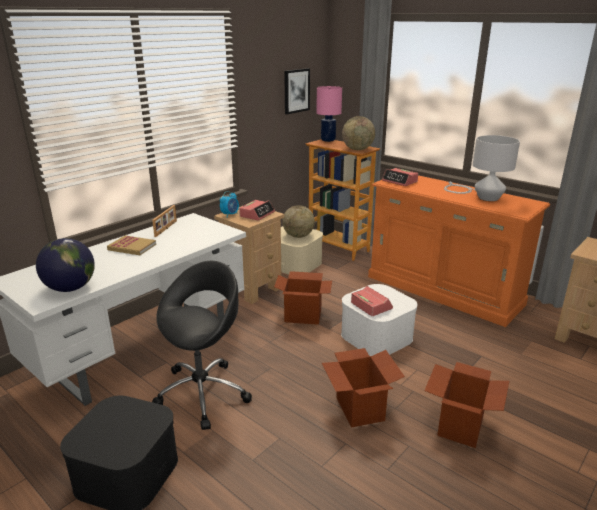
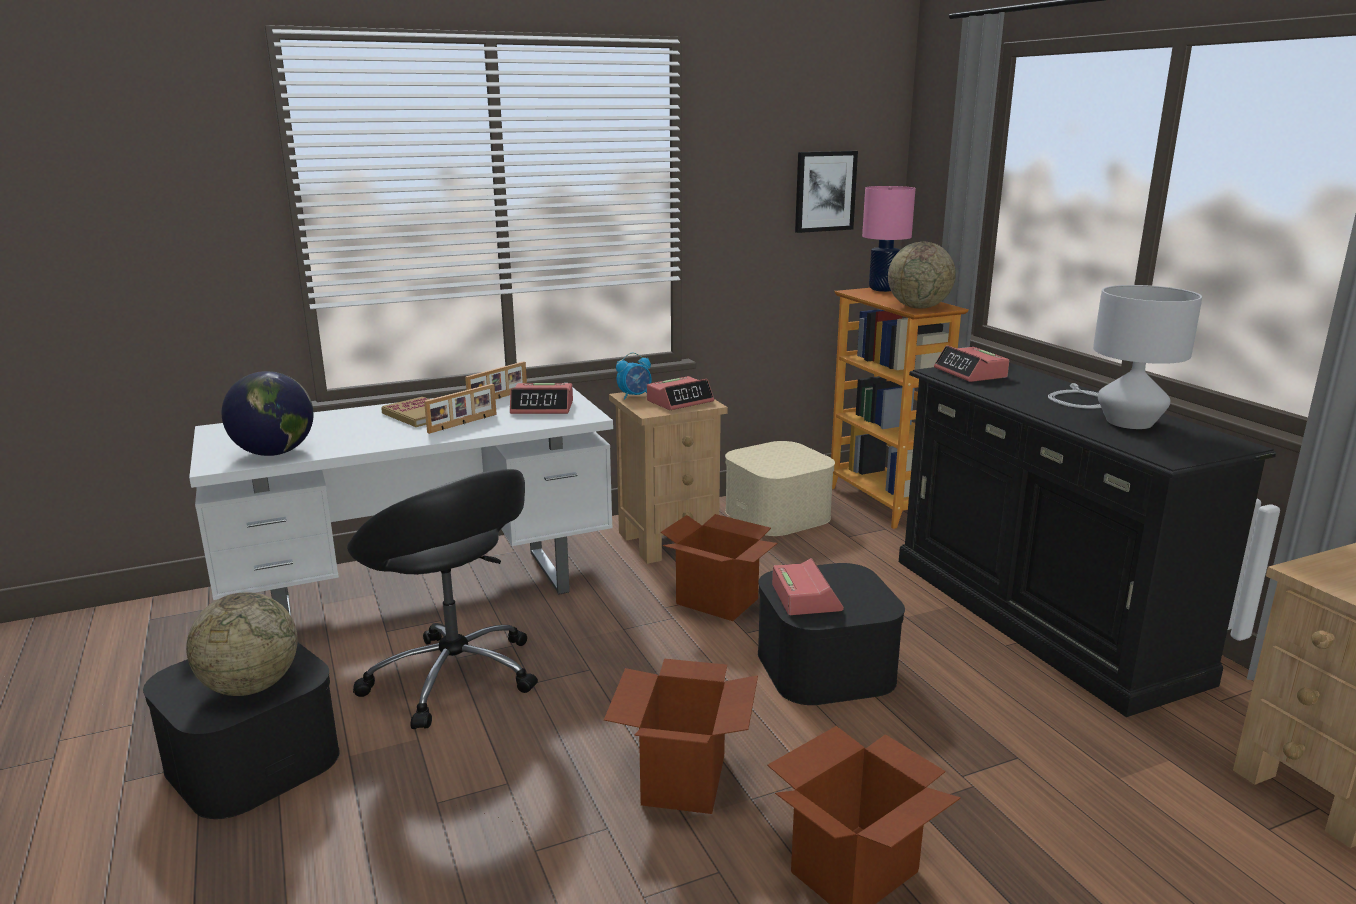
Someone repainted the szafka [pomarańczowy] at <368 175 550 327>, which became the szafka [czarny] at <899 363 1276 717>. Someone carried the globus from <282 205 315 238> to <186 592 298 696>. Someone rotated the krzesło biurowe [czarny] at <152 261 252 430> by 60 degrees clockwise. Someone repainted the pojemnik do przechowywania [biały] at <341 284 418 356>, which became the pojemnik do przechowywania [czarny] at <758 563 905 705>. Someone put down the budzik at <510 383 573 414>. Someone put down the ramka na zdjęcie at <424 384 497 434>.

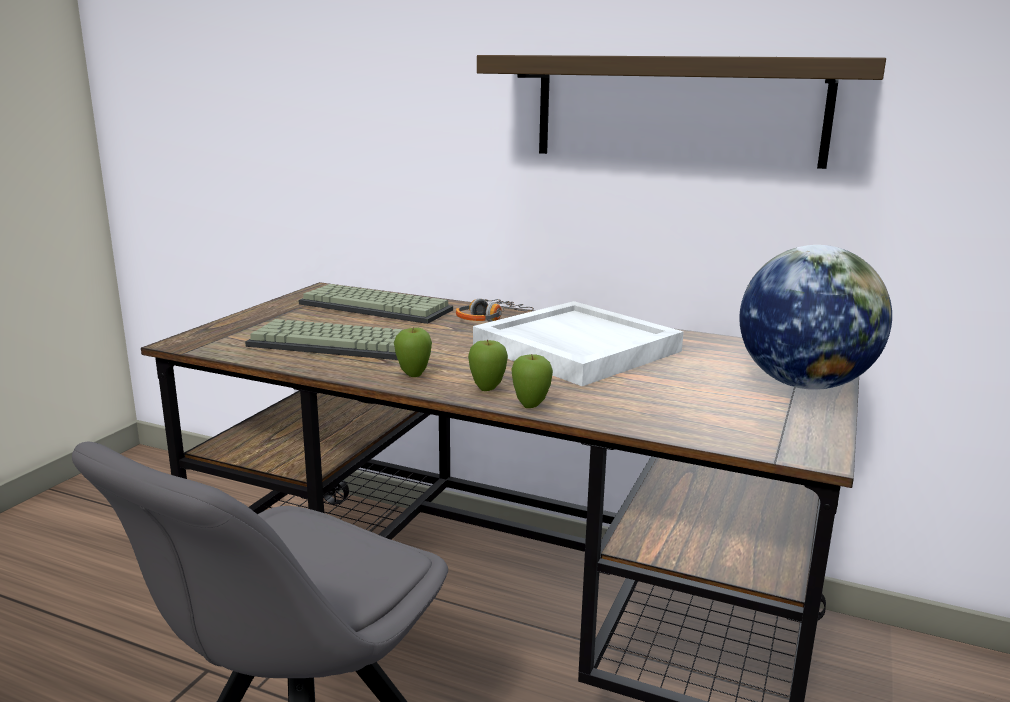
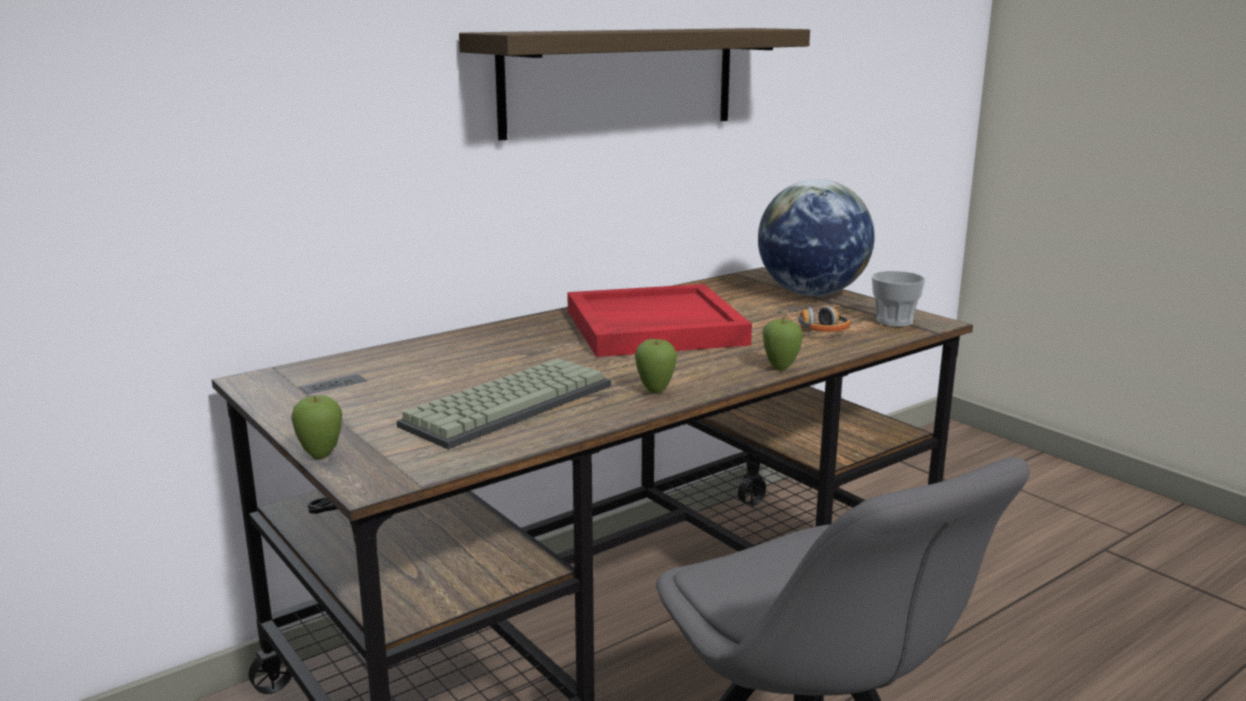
Someone took away the klawiatura at <299 284 453 324>. Someone carried the słuchawki from <456 299 534 322> to <773 303 851 332>. Someone repainted the taca [biały] at <473 301 684 386>, which became the taca [czerwony] at <567 284 752 357>. Someone carried the jabłko from <468 340 508 391> to <291 395 342 460>. Someone put down the filiżanka at <872 271 926 327>.

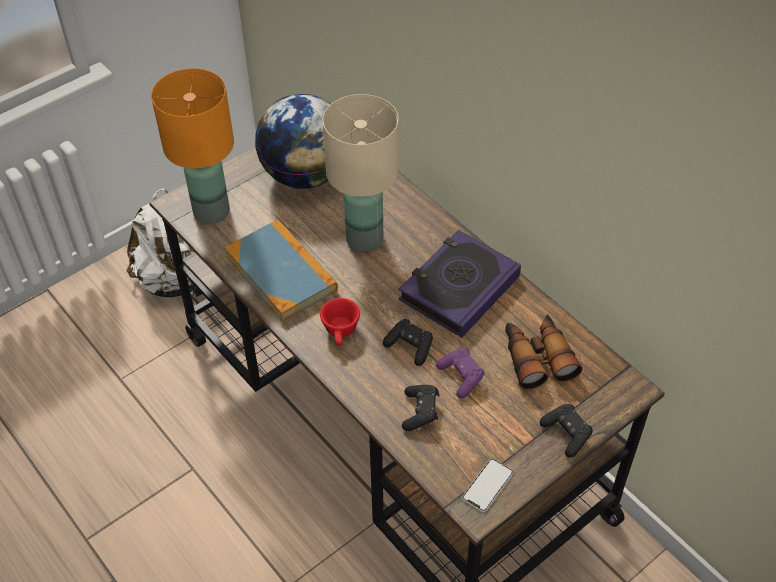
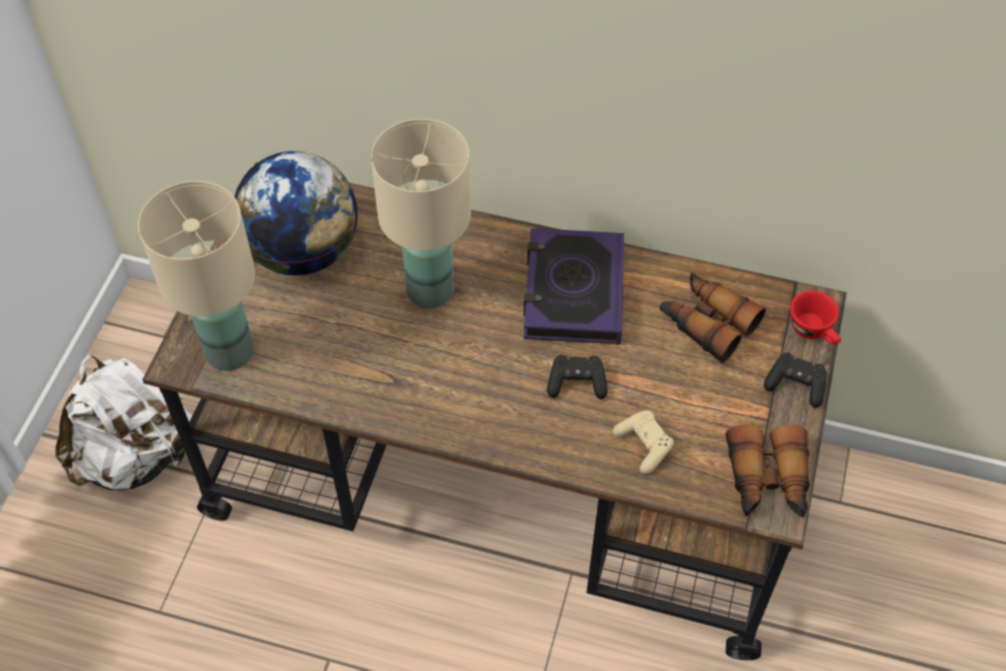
Someone repainted the lampa stołowa [pomarańczowy] at <151 68 234 224>, which became the lampa stołowa [beżowy] at <138 181 255 371>. Someone took away the książka at <225 220 338 322>. Someone carried the filiżanka [czerwony] from <320 298 360 345> to <790 290 841 344>. Someone took away the pad do gier [fioletowy] at <436 348 484 398>. Someone repainted the pad do gier [czarny] at <402 385 439 431>, which became the pad do gier [beżowy] at <613 411 674 474>. Someone swapped the telefon at <462 459 513 512> for the lornetka at <726 424 810 517>.

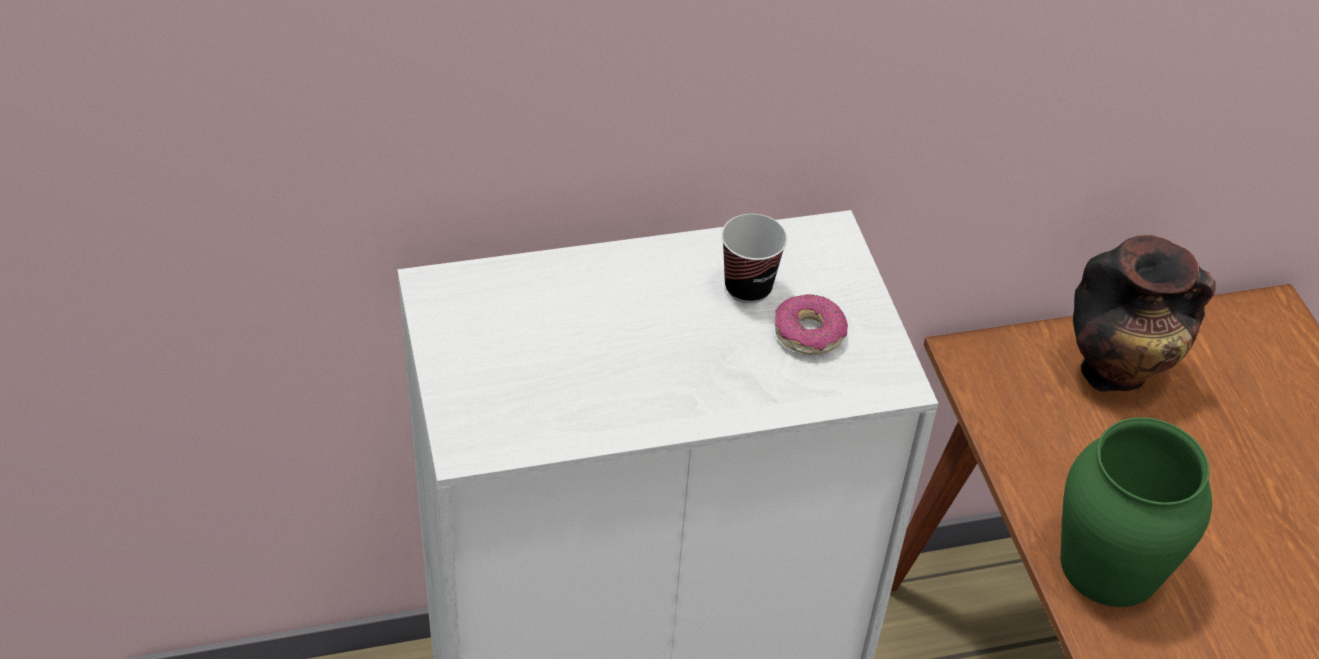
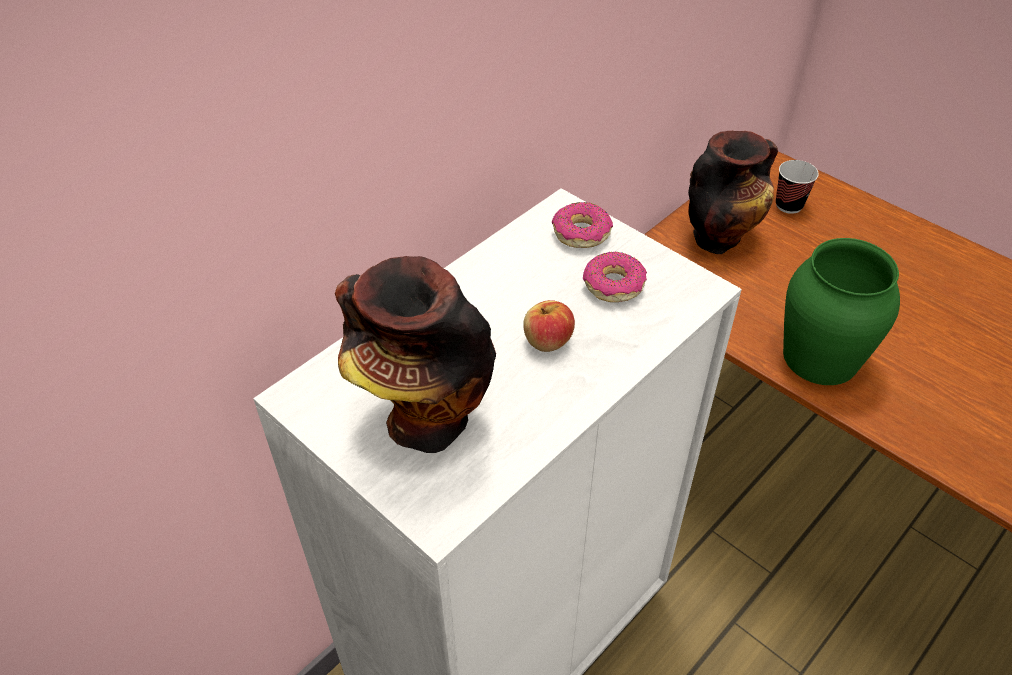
Someone carried the filiżanka from <721 214 787 304> to <776 160 819 214>. Someone put down the donut at <552 202 613 248>. Someone put down the wazon at <335 256 496 453>. Someone put down the jabłko at <523 300 575 352>.

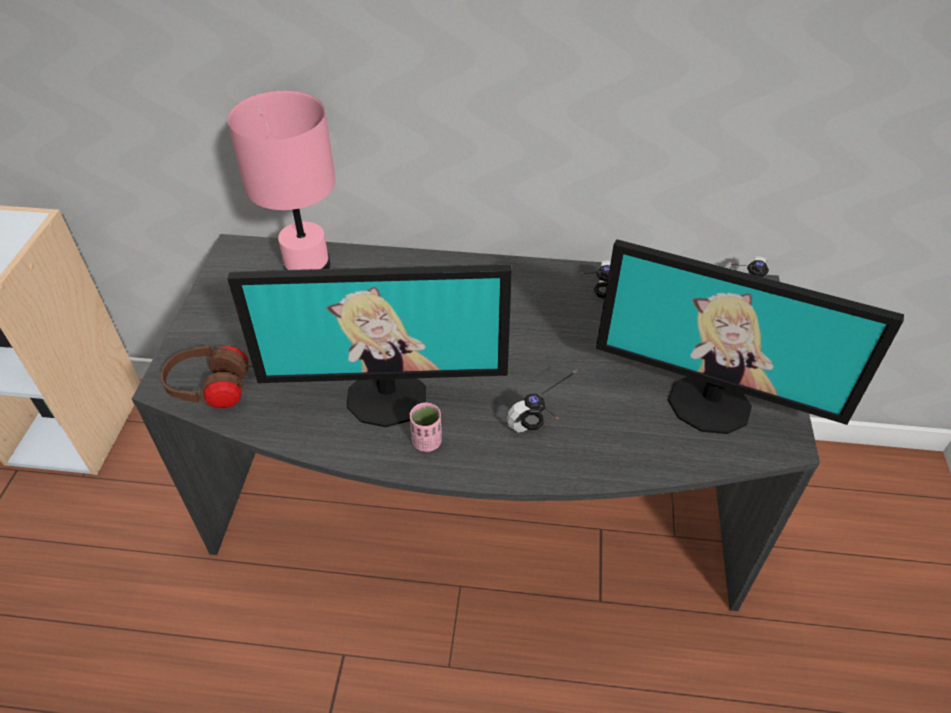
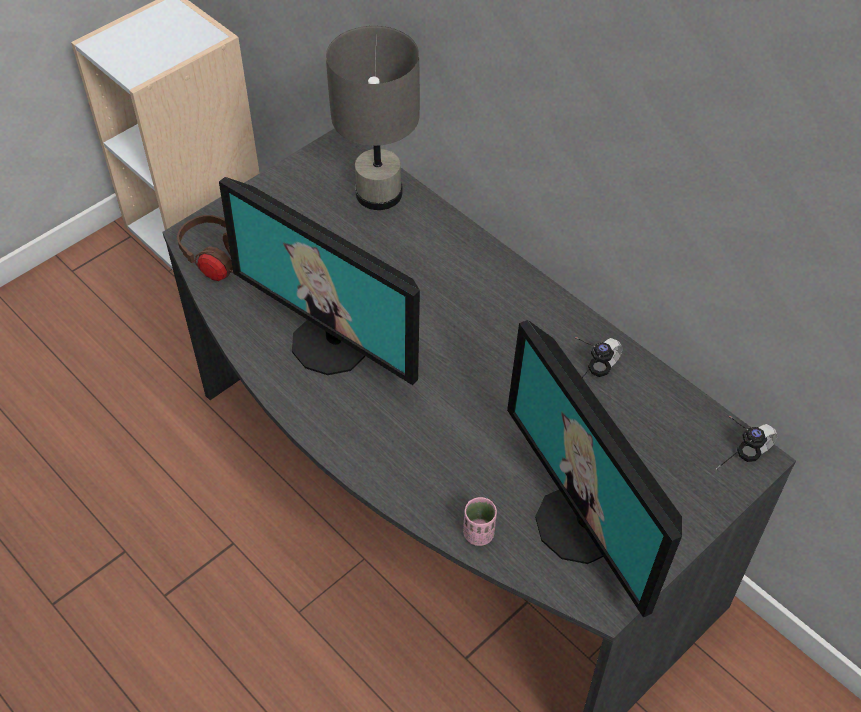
Someone repainted the lampa stołowa [różowy] at <228 91 335 270>, which became the lampa stołowa [szary] at <326 26 420 210>. Someone took away the słuchawki at <507 369 578 433>. Someone carried the filiżanka [różowy] from <409 403 442 452> to <463 497 497 546>.

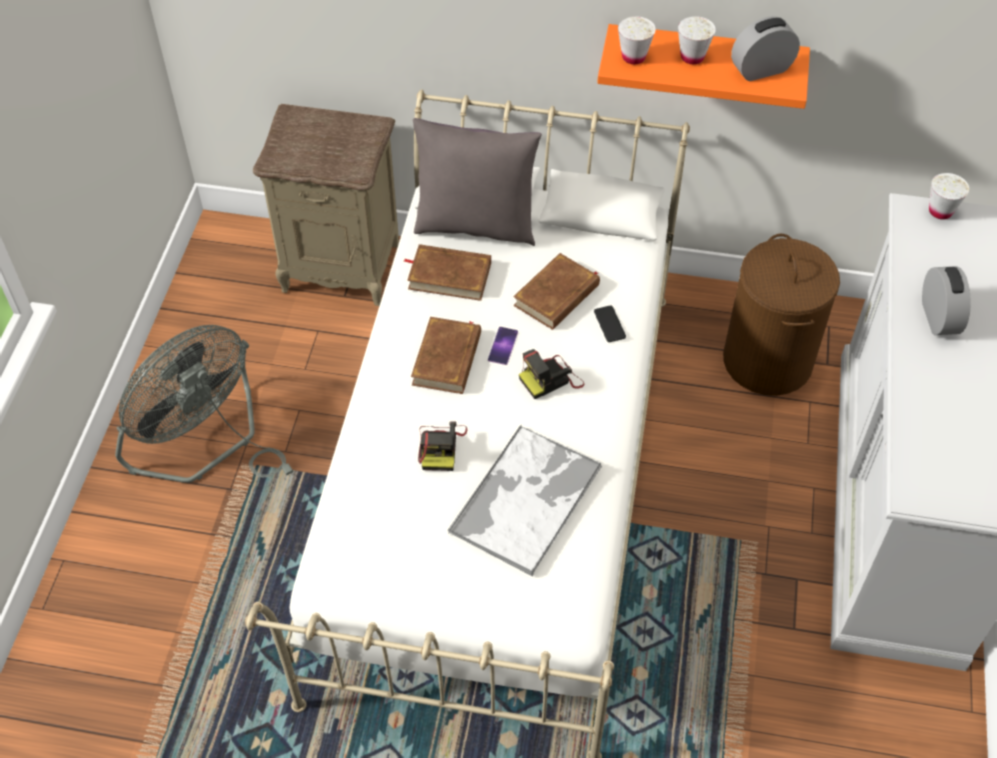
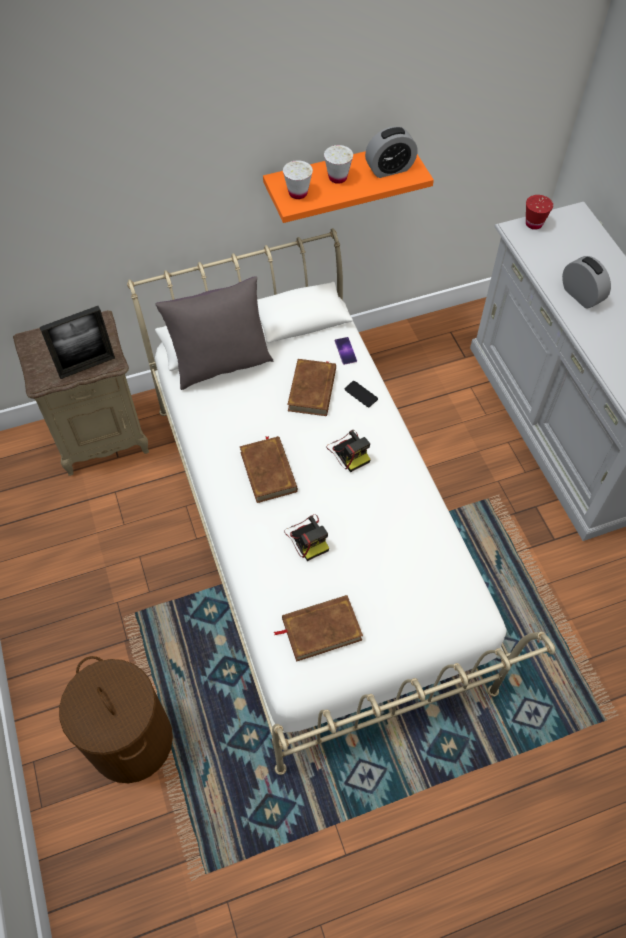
Someone rotated the budzik at <731 16 800 81> by 150 degrees counterclockwise. Someone repainted the filiżanka [biały] at <929 173 969 220>, which became the filiżanka [czerwony] at <526 195 553 230>. Someone carried the kosz na pranie [brązowy] from <723 234 840 396> to <59 656 173 783>. Someone carried the książka [brązowy] from <404 244 491 301> to <274 595 363 662>. Someone took away the wentylator [szary] at <115 325 293 483>. Someone carried the telefon from <488 327 518 365> to <335 337 357 365>. Someone rotated the aparat fotograficzny at <519 349 585 399> by 60 degrees counterclockwise. Someone took away the taca at <447 425 602 577>. Someone put down the ramka na zdjęcie at <40 306 115 379>.

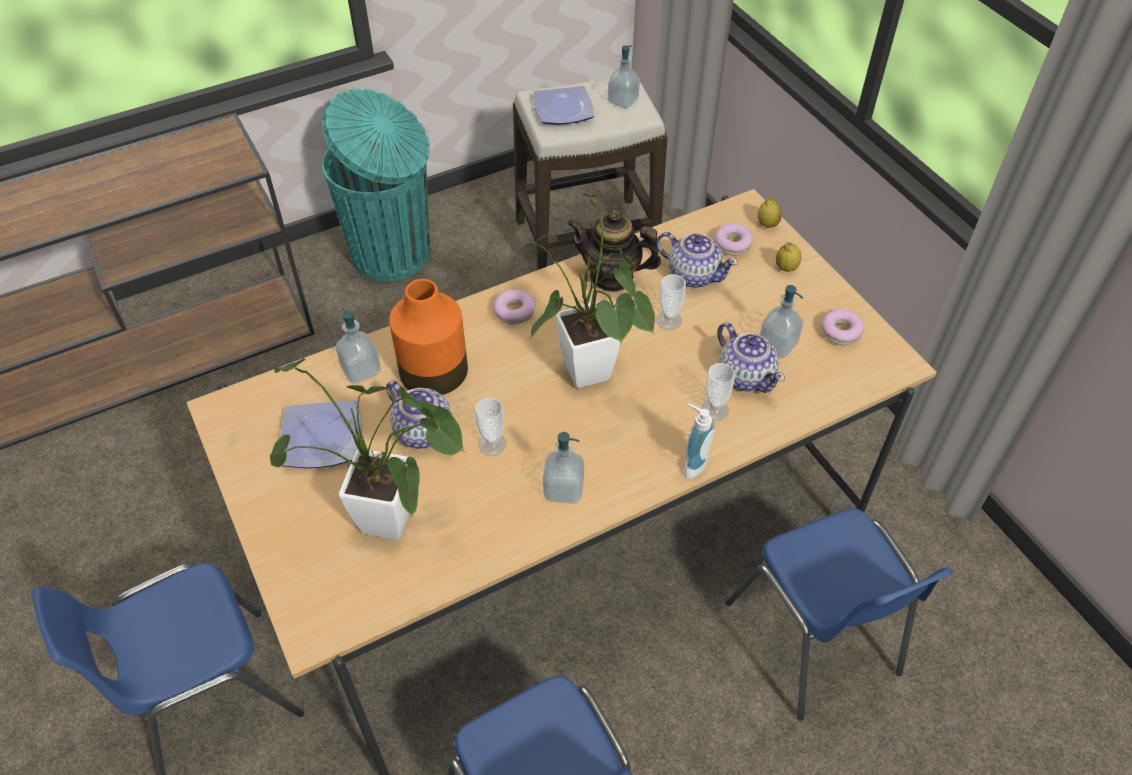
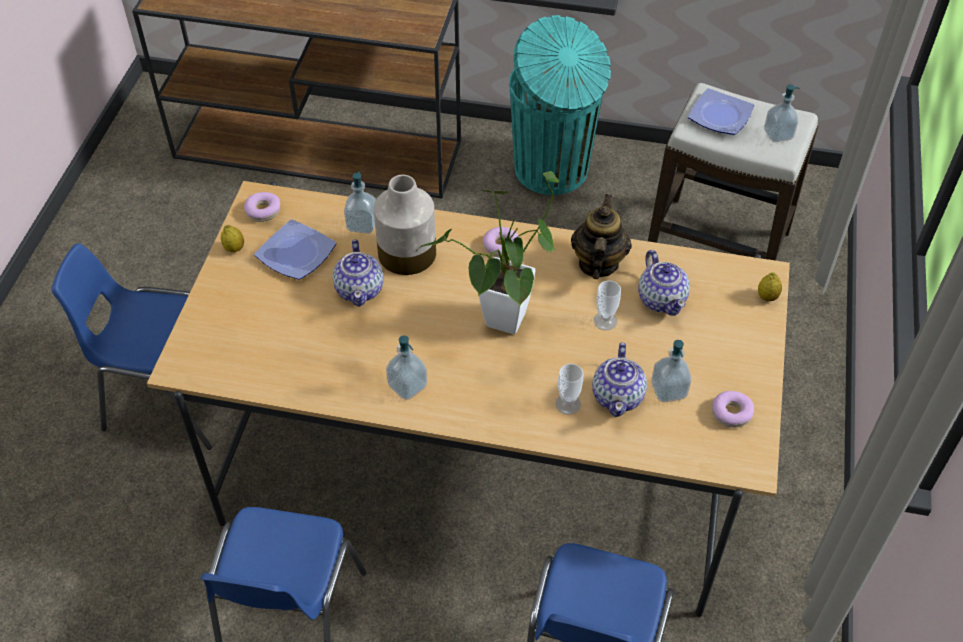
Someone rotated the imbryk at <567 210 661 292> by 45 degrees clockwise. Someone carried the donut from <714 223 753 256> to <244 192 280 222>. Someone carried the cytryna from <776 242 801 272> to <221 225 244 252>. Someone repainted the wazon [pomarańczowy] at <389 279 468 395>, which became the wazon [beżowy] at <374 175 436 275>. Someone took away the roślina doniczkowa at <269 358 465 540>. Someone took away the filiżanka at <475 398 506 456>. Someone took away the dozownik mydła at <684 403 715 479>.

